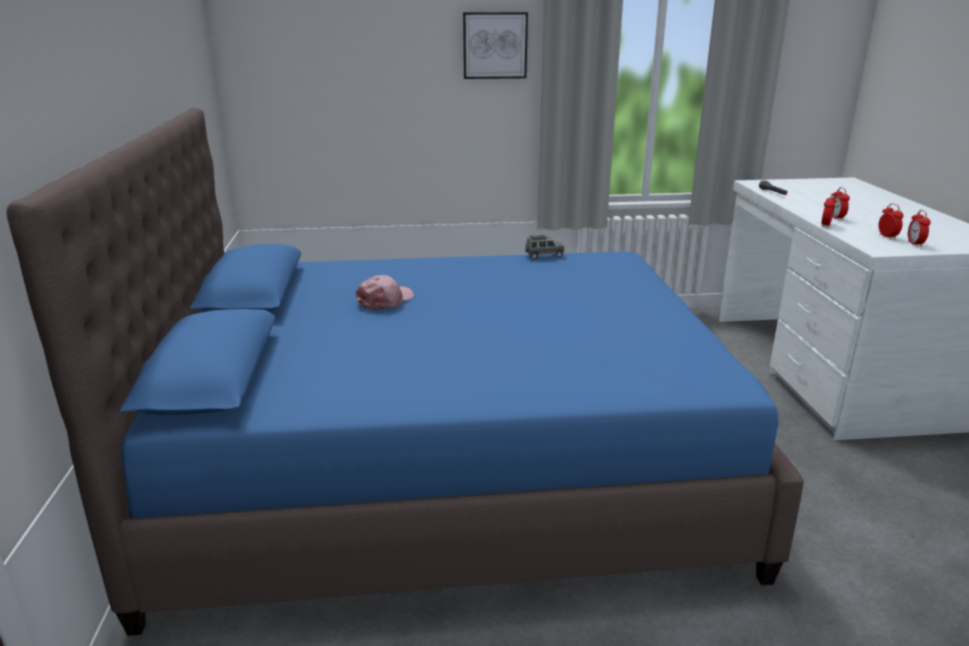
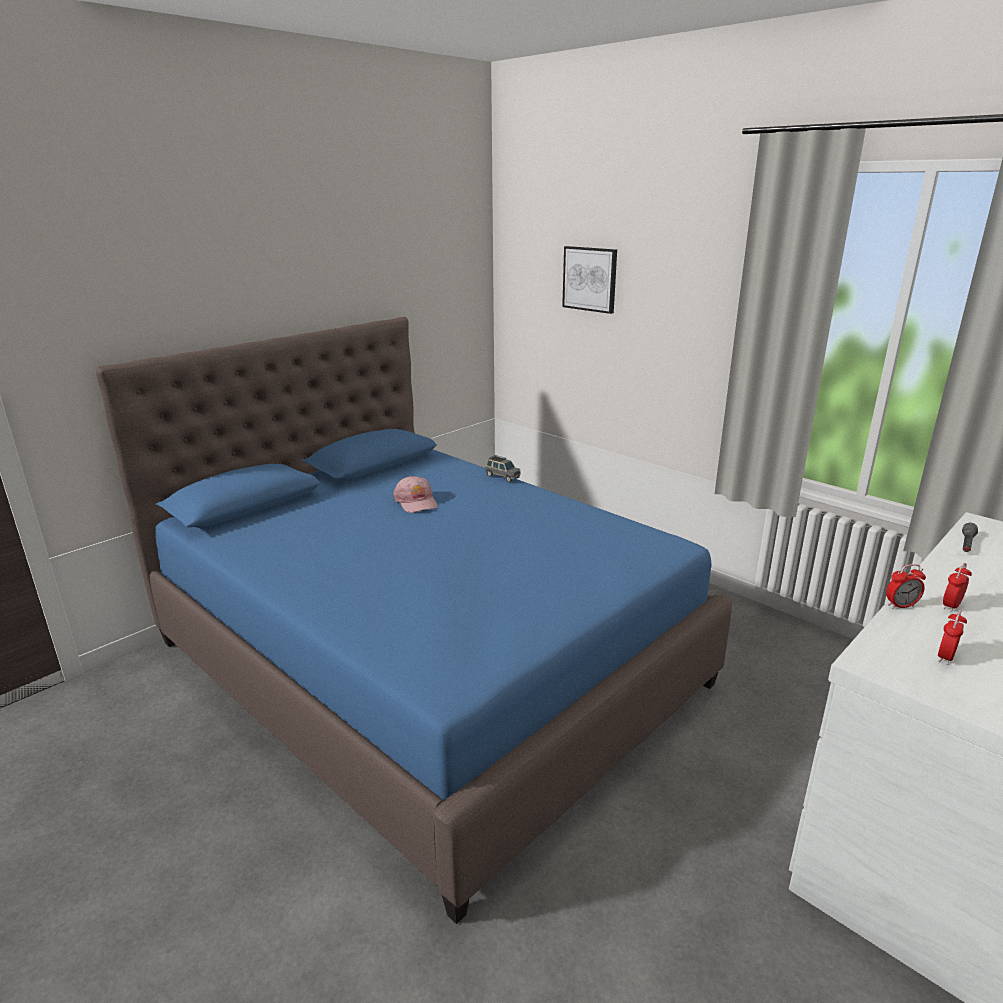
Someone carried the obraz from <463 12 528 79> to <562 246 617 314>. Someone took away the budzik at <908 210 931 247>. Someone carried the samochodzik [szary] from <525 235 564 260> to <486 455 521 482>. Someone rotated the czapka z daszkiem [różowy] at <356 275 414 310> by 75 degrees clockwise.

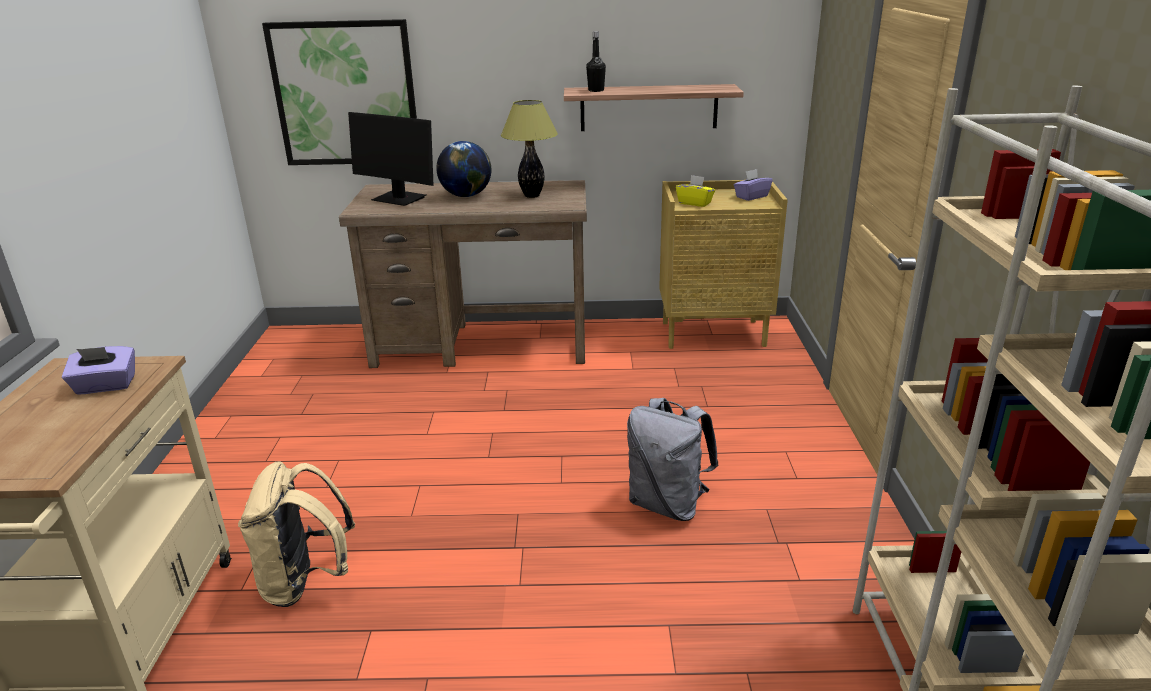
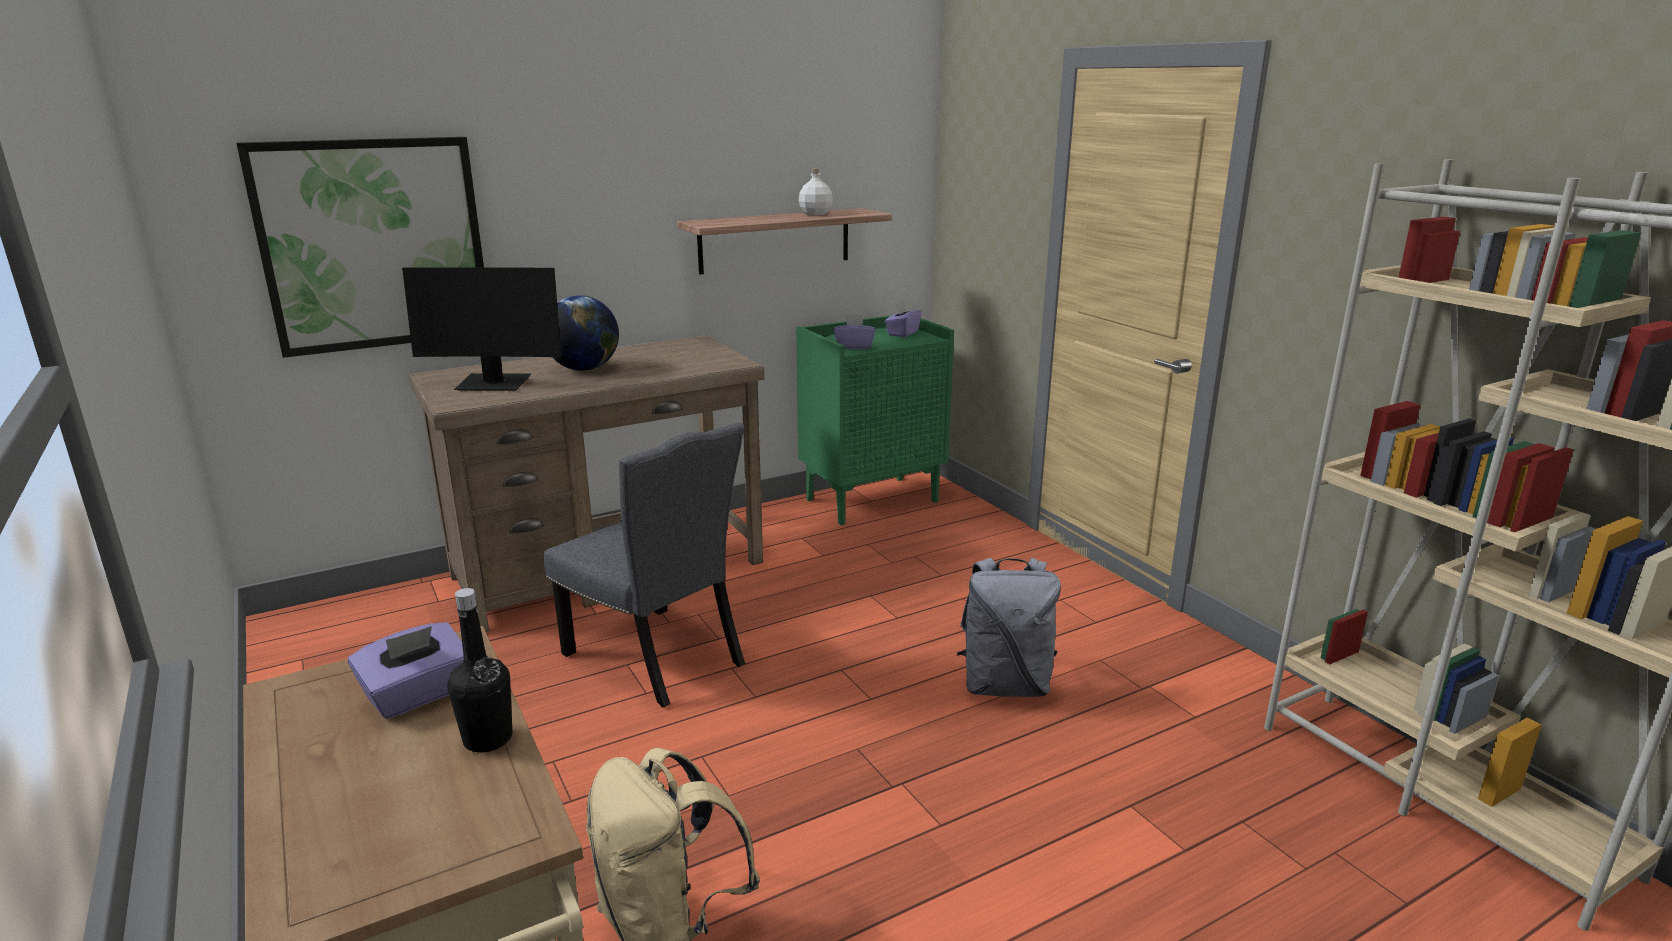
Someone carried the butelka [czarny] from <586 31 606 92> to <447 588 513 753>. Someone took away the lampa stołowa at <501 100 558 198>. Someone repainted the pudełko chusteczek [żółty] at <676 175 715 207>, which became the pudełko chusteczek [fioletowy] at <834 314 876 349>. Someone repainted the szafka [beżowy] at <659 180 788 349>, which became the szafka [zielony] at <796 315 954 525>. Someone put down the butelka [biały] at <799 169 833 215>. Someone put down the krzesło [szary] at <544 422 745 707>.

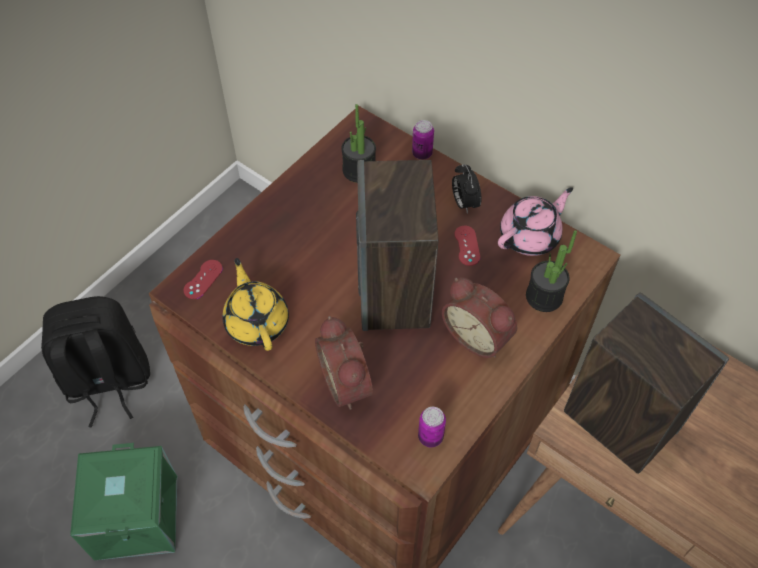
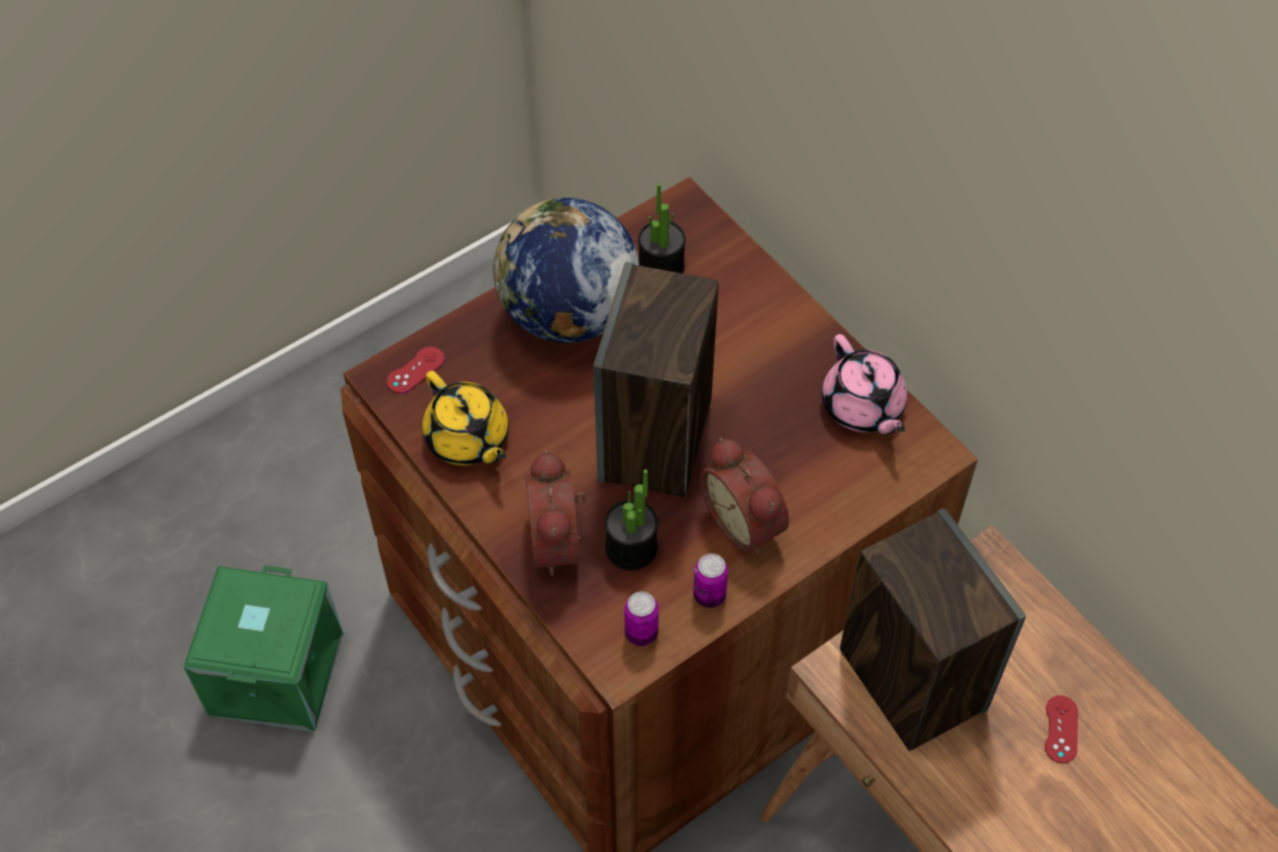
Someone carried the puszka from <412 120 434 160> to <693 553 728 608>. Someone took away the budzik at <452 164 481 214>. Someone rotated the imbryk [różowy] at <498 187 573 256> by 90 degrees clockwise. Someone carried the pad do gier [czerwony] from <454 226 480 266> to <1045 695 1078 763>. Someone carried the roślina doniczkowa from <526 230 577 312> to <605 469 658 570>. Someone rotated the imbryk [żółty] at <222 258 289 351> by 150 degrees clockwise. Someone took away the plecak [czarny] at <41 296 150 427>. Someone put down the globus at <493 198 639 343>.

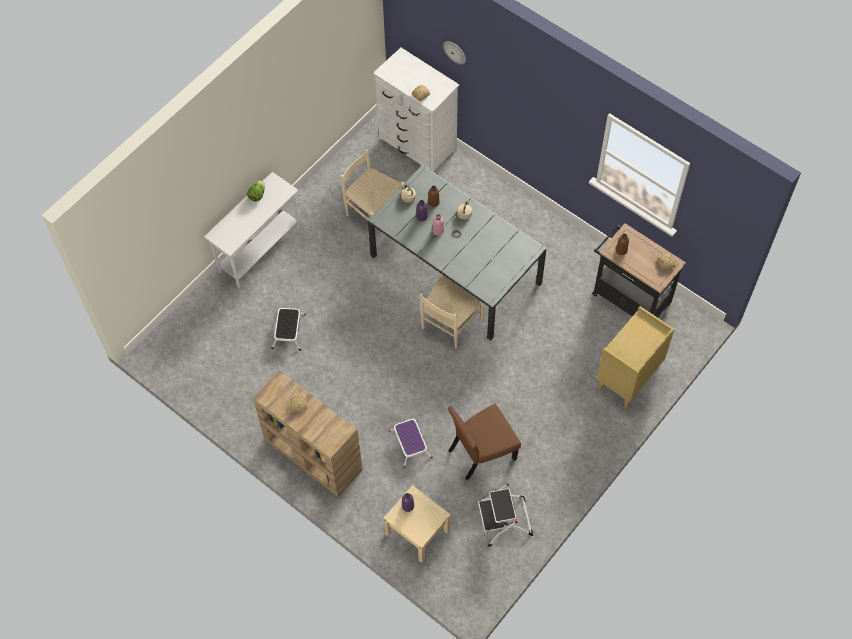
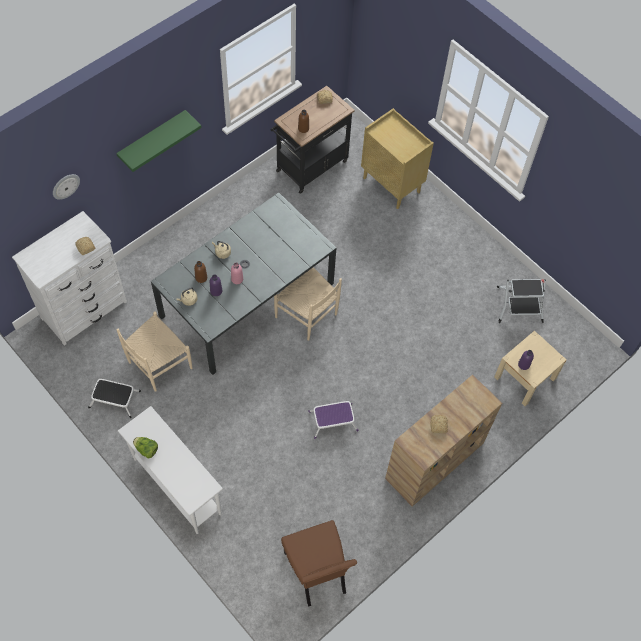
Someone carried the drabinka [czarny] from <271 308 306 351> to <88 379 141 418>. Someone carried the krzesło [brązowy] from <448 404 521 480> to <281 520 357 607>. Someone carried the drabinka [fioletowy] from <389 419 433 468> to <308 401 359 439>. Someone put up the półka [zielony] at <116 110 202 172>.

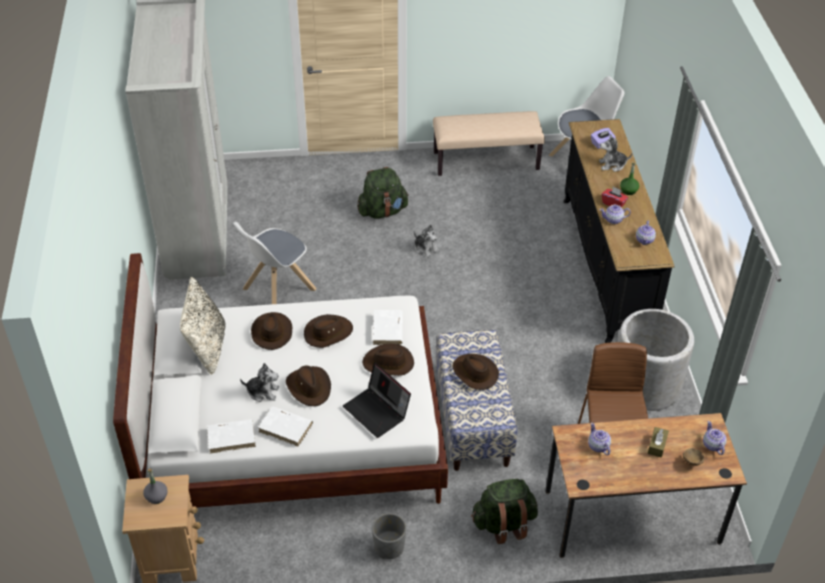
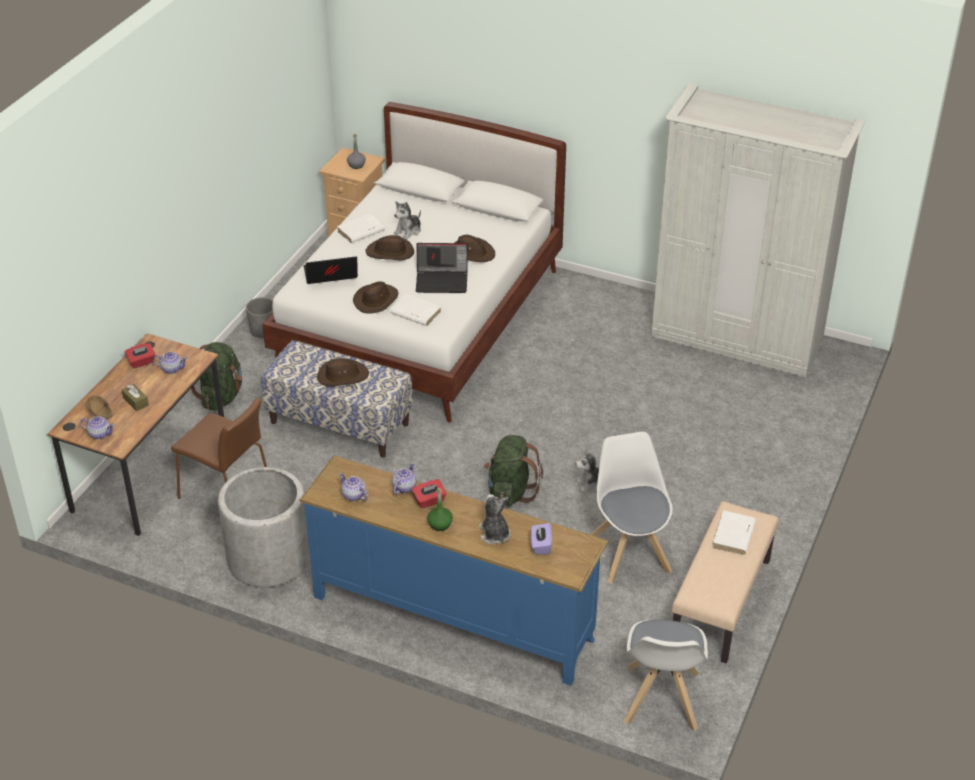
Someone repainted the komoda [czarny] at <563 119 674 343>, which became the komoda [niebieski] at <299 455 609 686>. Someone rotated the pluszak at <599 134 633 172> by 45 degrees counterclockwise. Someone carried the plecak [zielony] from <357 167 409 219> to <484 435 543 506>. Someone carried the krzesło from <233 222 316 304> to <591 432 673 584>. Someone took away the poduszka [beżowy] at <180 277 225 375>. Someone swapped the kapelusz [brązowy] at <304 314 353 348> for the laptop at <416 243 468 293>. Someone carried the książka [biały] from <207 419 256 453> to <712 510 756 555>. Someone put down the pudełko chusteczek [czerwony] at <124 343 156 369>.

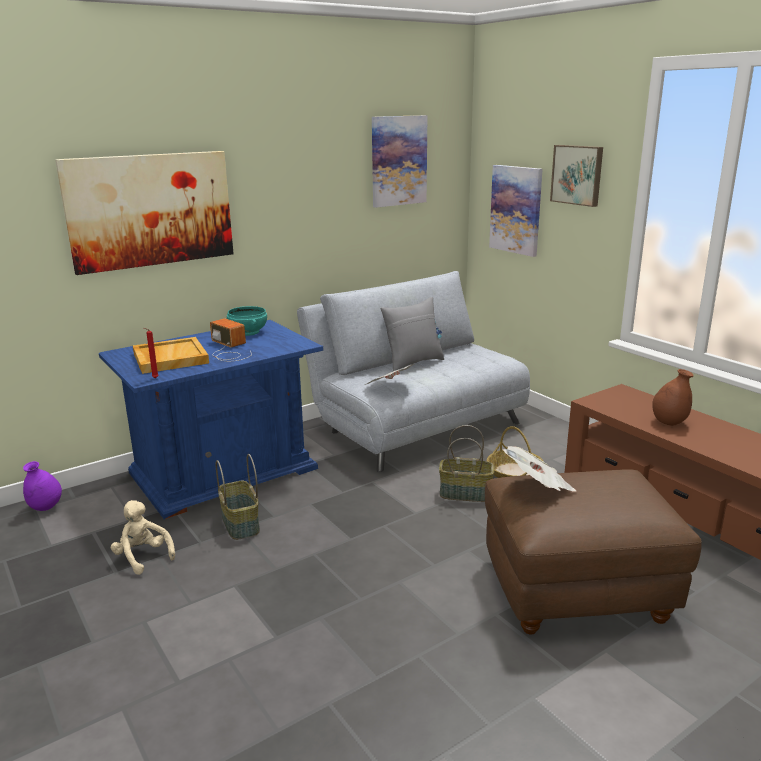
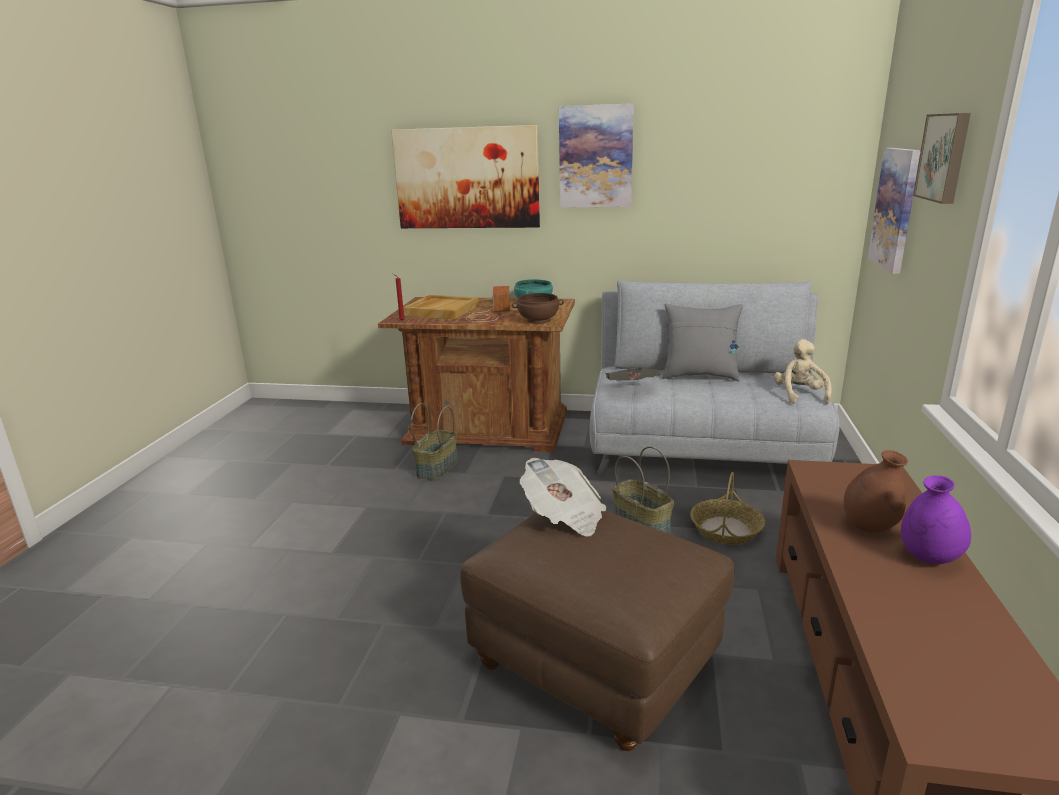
Someone carried the obraz from <372 115 427 208> to <559 103 634 208>. Someone repainted the szafka [niebieski] at <99 320 323 519>, which became the szafka [brązowy] at <378 297 575 452>. Someone carried the wazon [fioletowy] from <23 461 62 511> to <901 475 971 564>. Someone carried the pluszak [beżowy] from <111 500 175 575> to <774 339 832 404>. Someone put down the miska [brązowy] at <512 293 564 324>.

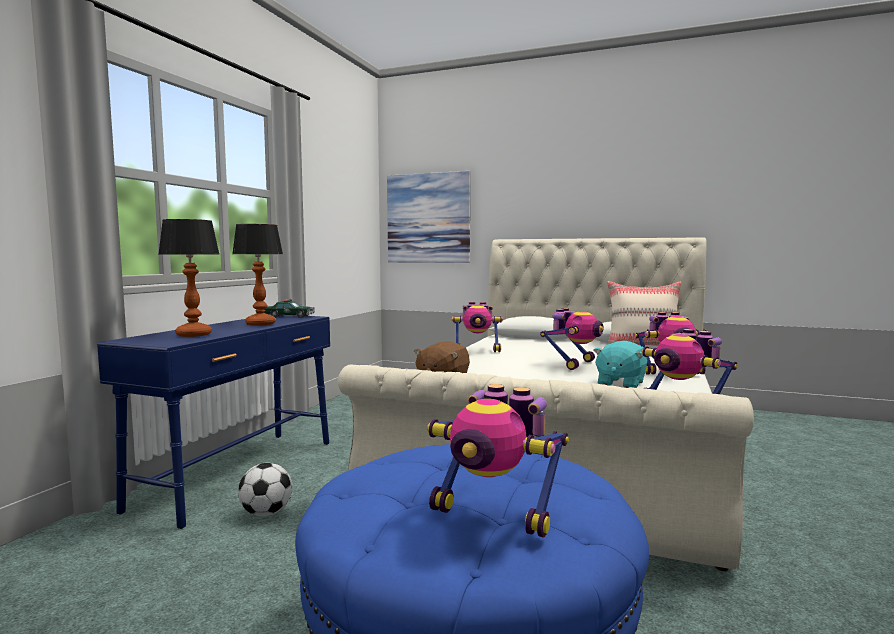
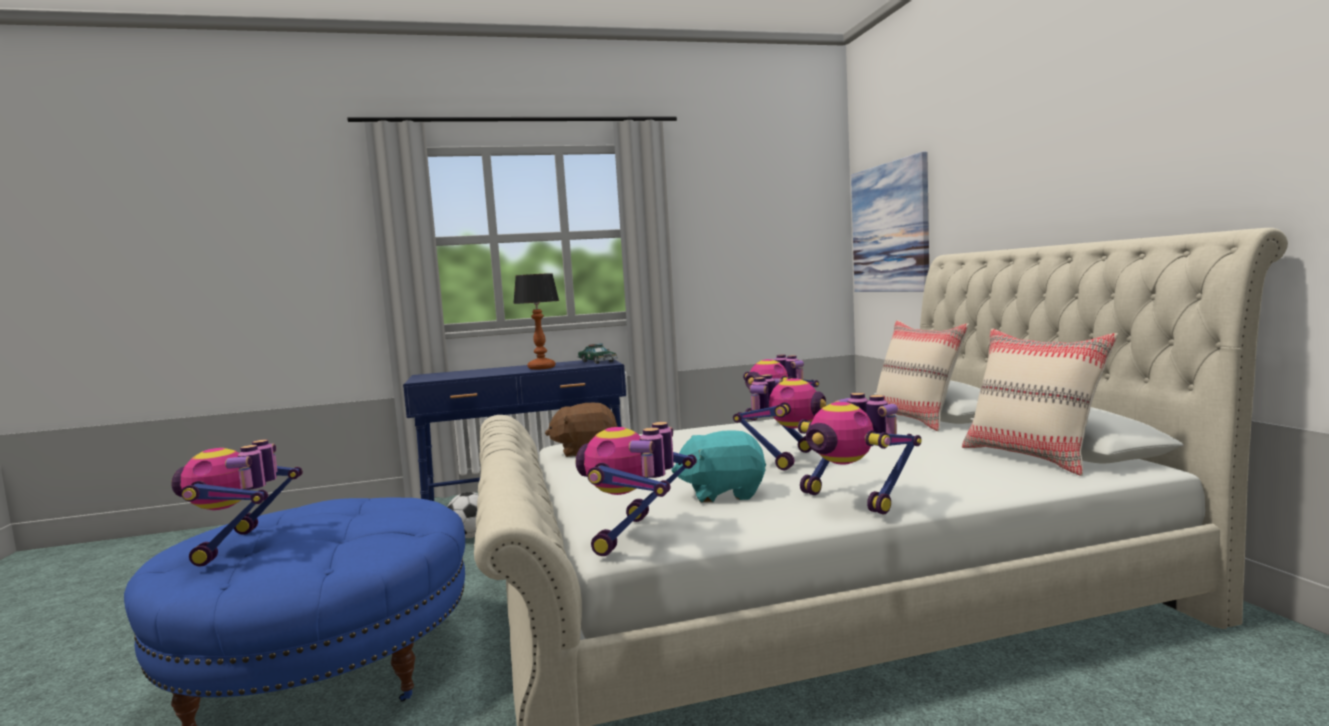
Someone took away the lampa stołowa at <159 219 219 337>. Someone rotated the robot zabawkowy at <540 308 604 370> by 60 degrees counterclockwise. Someone put down the poduszka [beżowy] at <876 320 969 431>.

